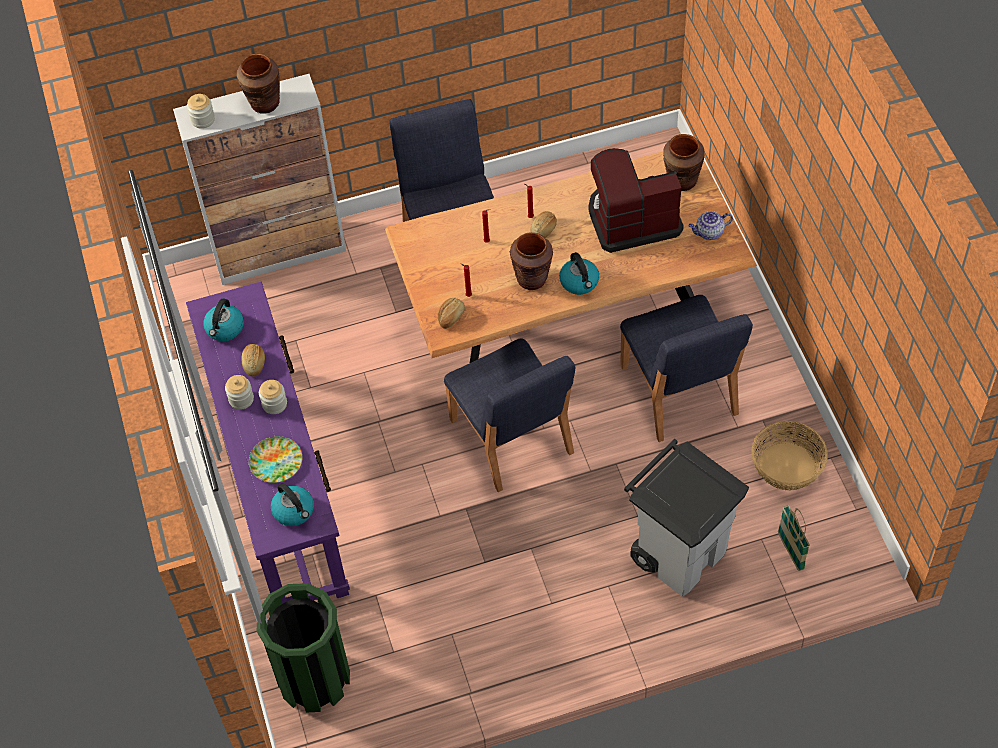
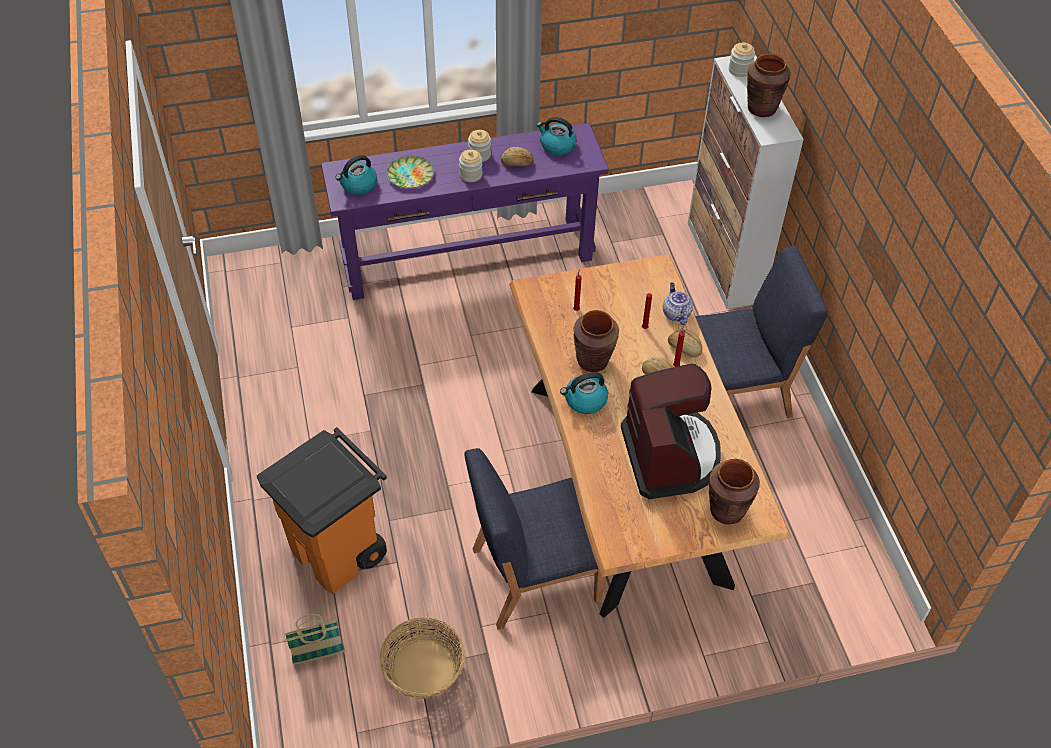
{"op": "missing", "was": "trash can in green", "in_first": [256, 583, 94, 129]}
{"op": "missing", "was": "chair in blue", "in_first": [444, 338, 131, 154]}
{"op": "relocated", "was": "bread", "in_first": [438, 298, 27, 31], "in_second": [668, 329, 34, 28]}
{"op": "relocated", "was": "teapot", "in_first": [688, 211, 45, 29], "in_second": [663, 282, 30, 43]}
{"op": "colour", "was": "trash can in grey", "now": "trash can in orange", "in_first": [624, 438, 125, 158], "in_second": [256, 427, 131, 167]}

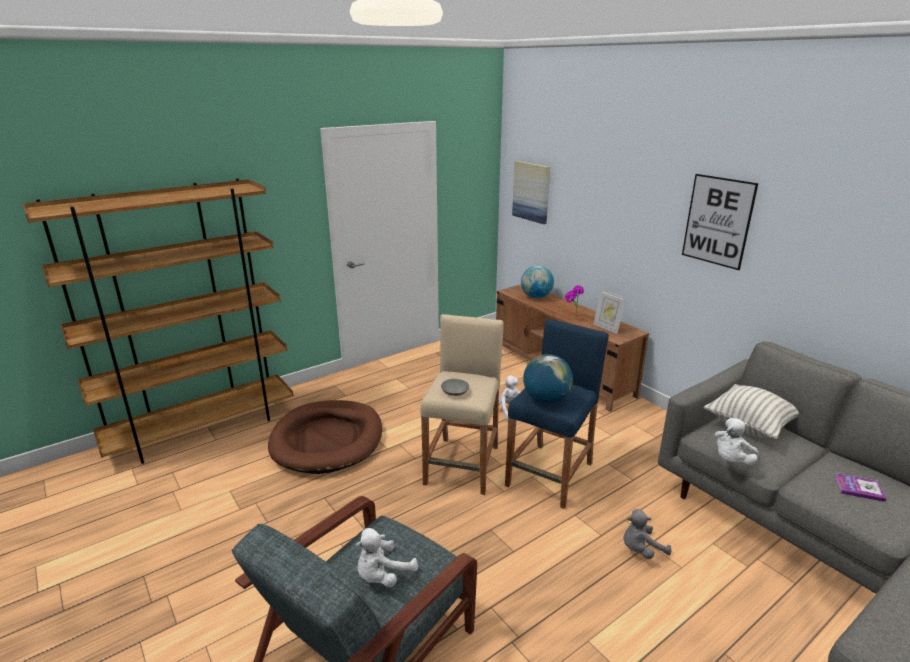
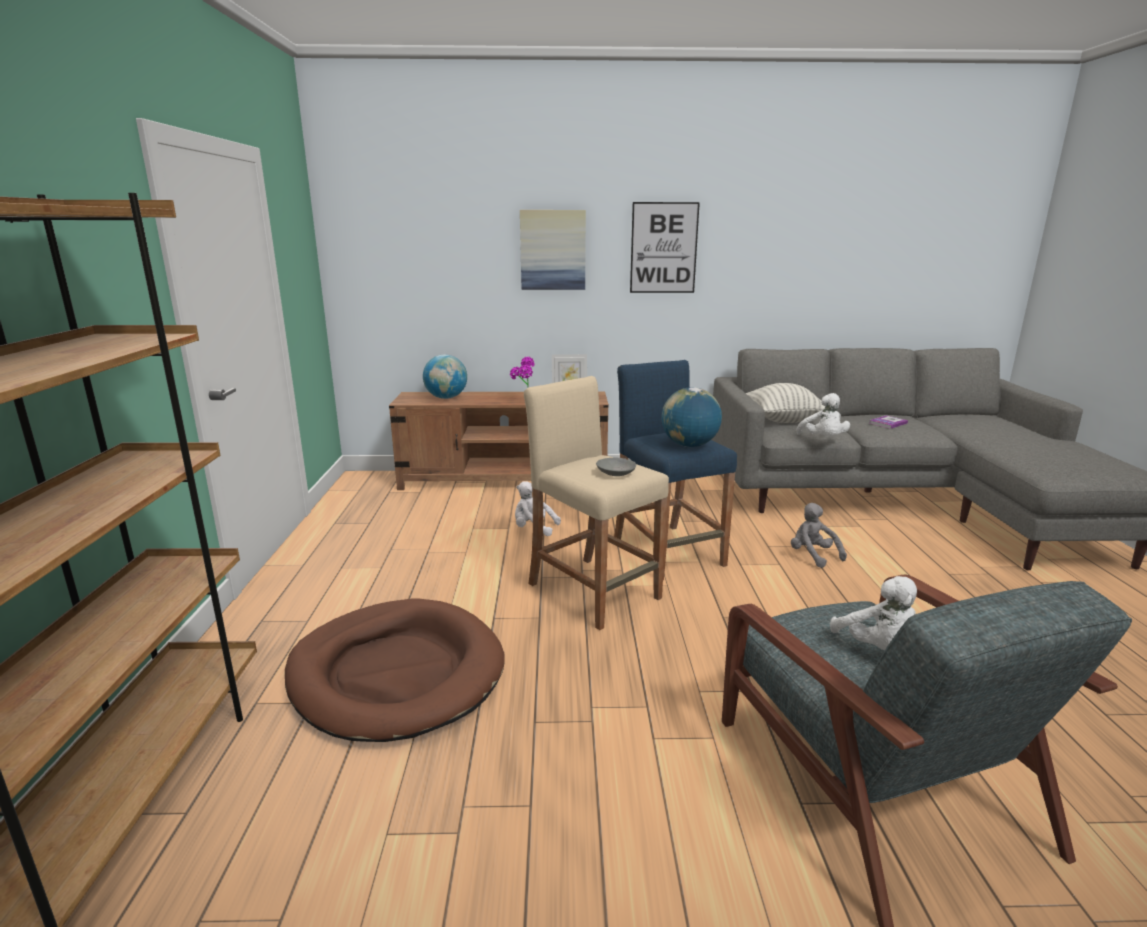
{"op": "relocated", "was": "picture", "in_first": [512, 161, 38, 63], "in_second": [520, 210, 66, 80]}
{"op": "spun", "was": "plush toy in grey", "in_first": [624, 509, 48, 50], "in_second": [791, 503, 56, 65], "clockwise": 135}

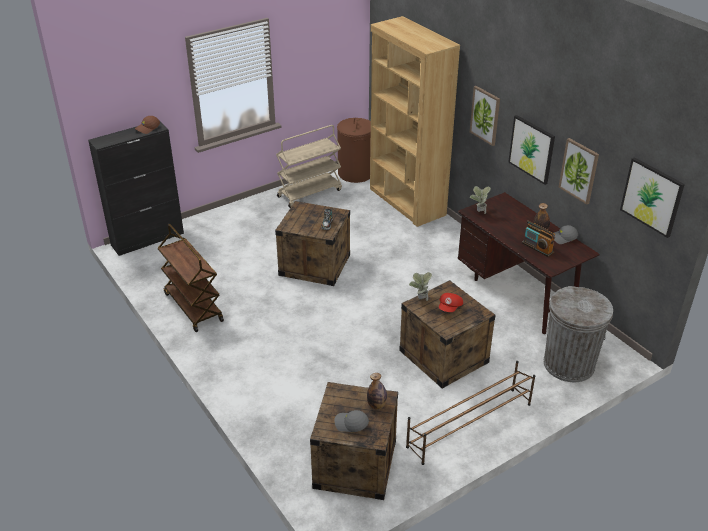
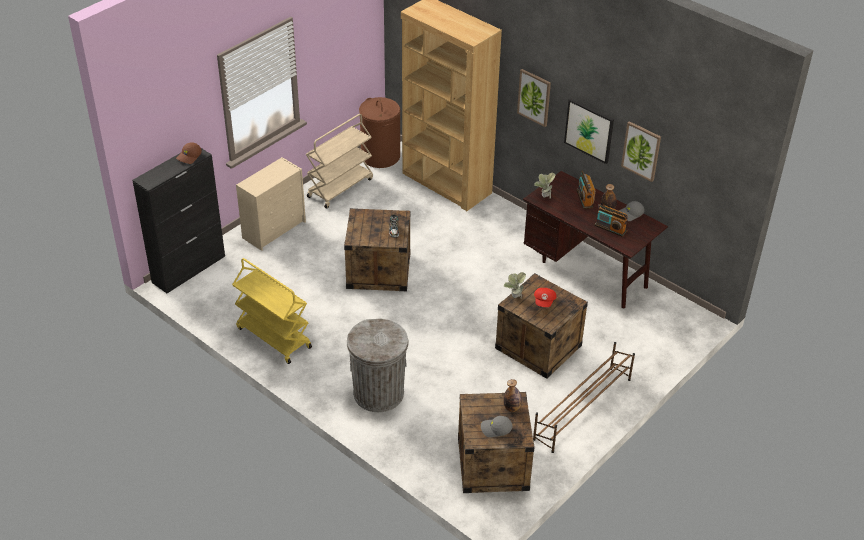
{"op": "missing", "was": "picture", "in_first": [620, 157, 65, 81]}
{"op": "appeared", "now": "dresser in beige", "in_second": [236, 157, 70, 94]}
{"op": "appeared", "now": "radio", "in_second": [576, 171, 20, 38]}
{"op": "relocated", "was": "trash can in grey", "in_first": [544, 286, 69, 96], "in_second": [347, 318, 61, 94]}
{"op": "colour", "was": "cart in brown", "now": "cart in yellow", "in_first": [158, 224, 66, 108], "in_second": [232, 258, 80, 106]}

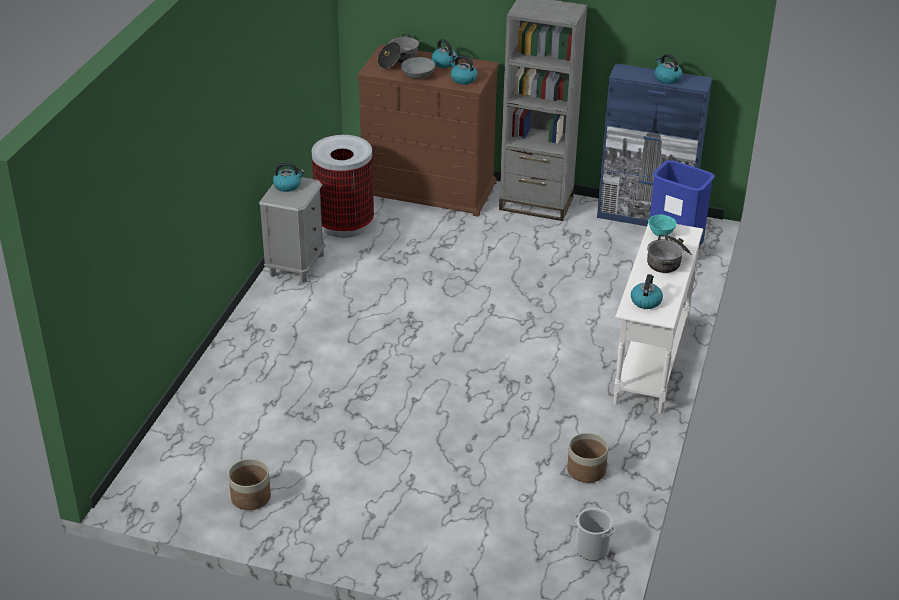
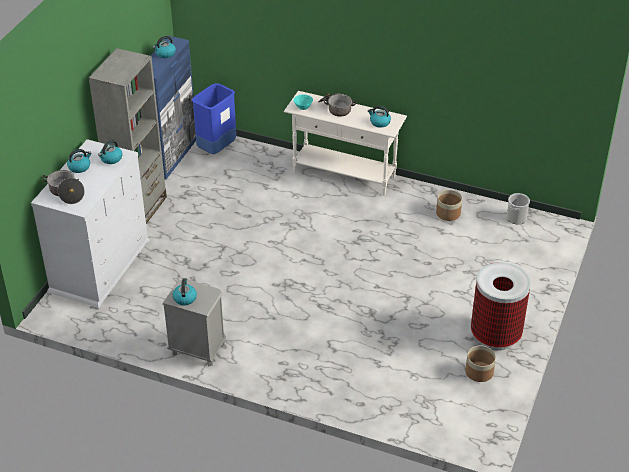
{"op": "missing", "was": "bowl in grey", "in_first": [401, 57, 34, 22]}
{"op": "relocated", "was": "trash can", "in_first": [312, 135, 62, 103], "in_second": [471, 262, 60, 89]}
{"op": "colour", "was": "dresser in brown", "now": "dresser in white", "in_first": [357, 45, 142, 172], "in_second": [31, 139, 119, 170]}

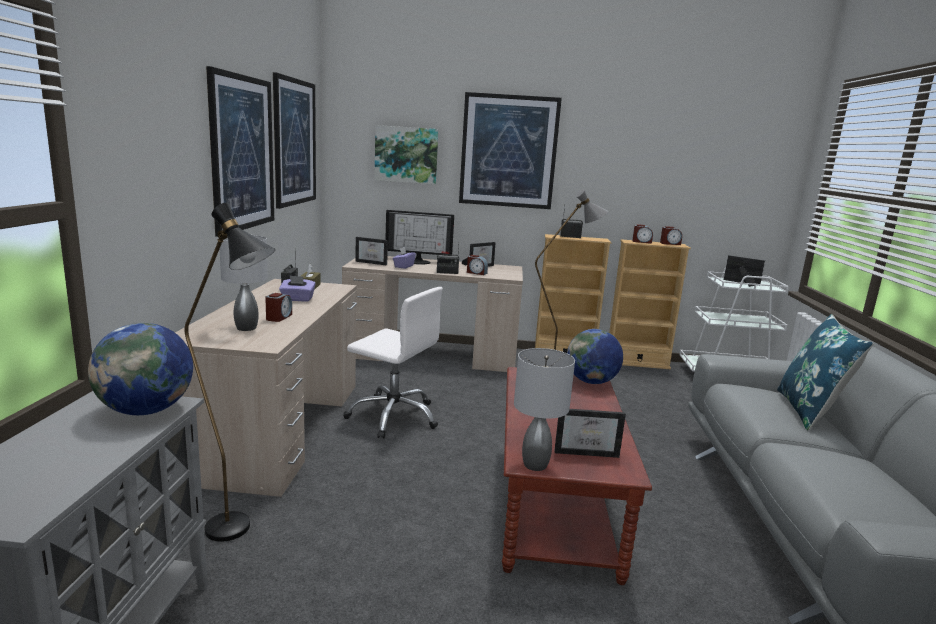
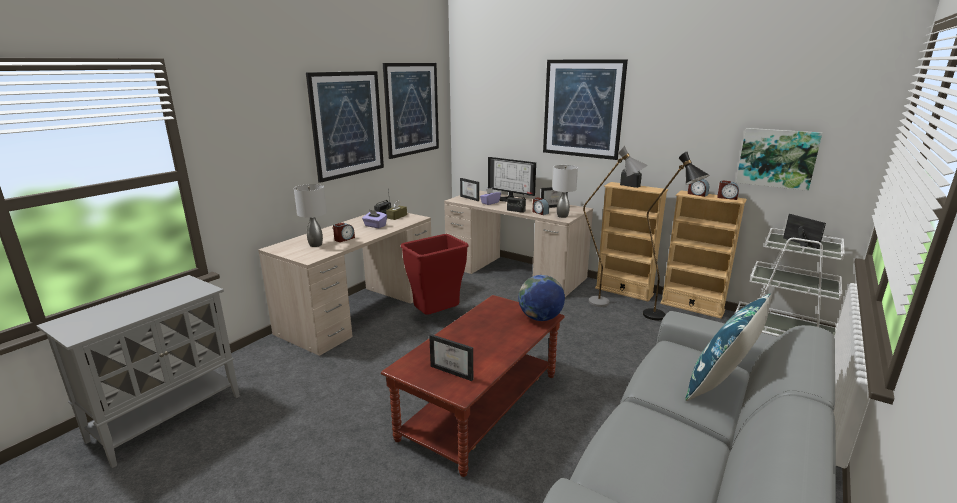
{"op": "missing", "was": "globe", "in_first": [88, 323, 105, 92]}
{"op": "relocated", "was": "floor lamp in black", "in_first": [185, 203, 90, 339], "in_second": [643, 152, 67, 168]}
{"op": "relocated", "was": "picture", "in_first": [374, 125, 65, 59], "in_second": [736, 128, 86, 63]}
{"op": "relocated", "was": "table lamp in grey", "in_first": [514, 348, 61, 123], "in_second": [552, 165, 26, 53]}
{"op": "exchanged", "was": "office chair in white", "now": "trash can in red", "in_first": [343, 287, 100, 152], "in_second": [401, 234, 68, 81]}

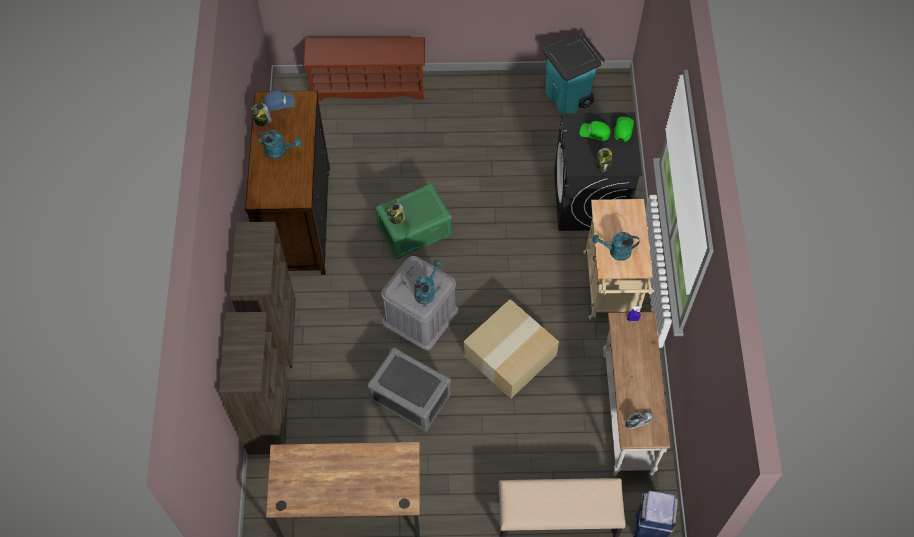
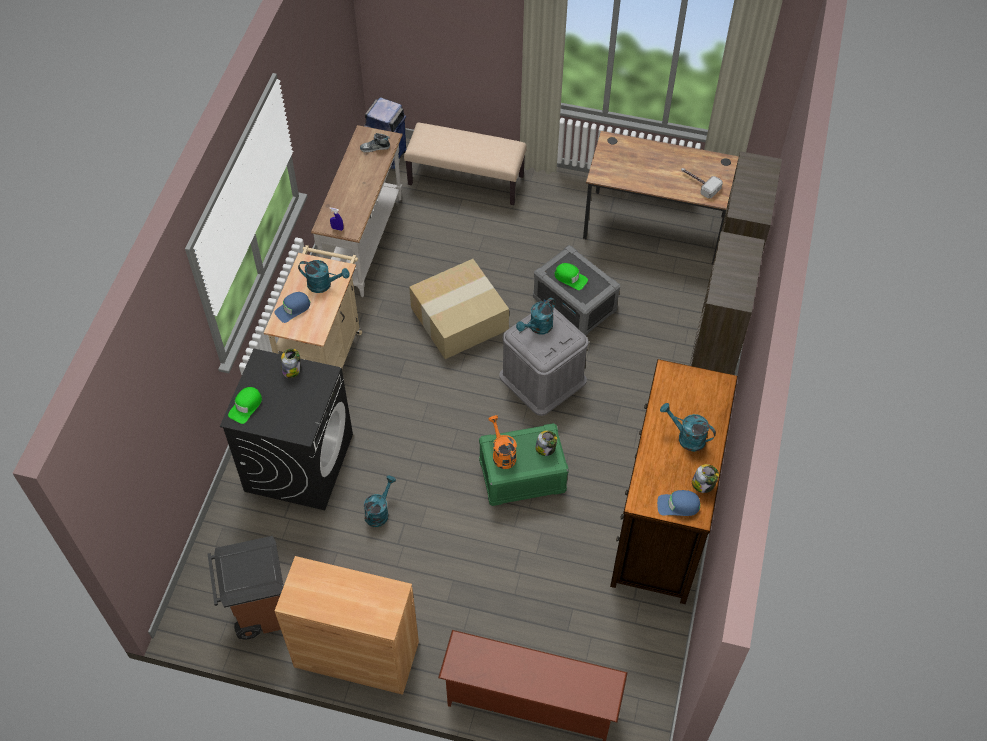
{"op": "appeared", "now": "cap in blue", "in_second": [275, 292, 36, 31]}
{"op": "appeared", "now": "cabinet in brown", "in_second": [275, 556, 144, 139]}
{"op": "appeared", "now": "watering can in turquoise", "in_second": [364, 475, 32, 52]}
{"op": "appeared", "now": "watering can in orange", "in_second": [488, 415, 29, 54]}
{"op": "appeared", "now": "hammer", "in_second": [681, 168, 42, 30]}
{"op": "relocated", "was": "cap in green", "in_first": [579, 121, 32, 20], "in_second": [554, 263, 34, 27]}
{"op": "colour", "was": "trash can in turquoise", "now": "trash can in brown", "in_first": [543, 33, 62, 81], "in_second": [208, 536, 76, 104]}

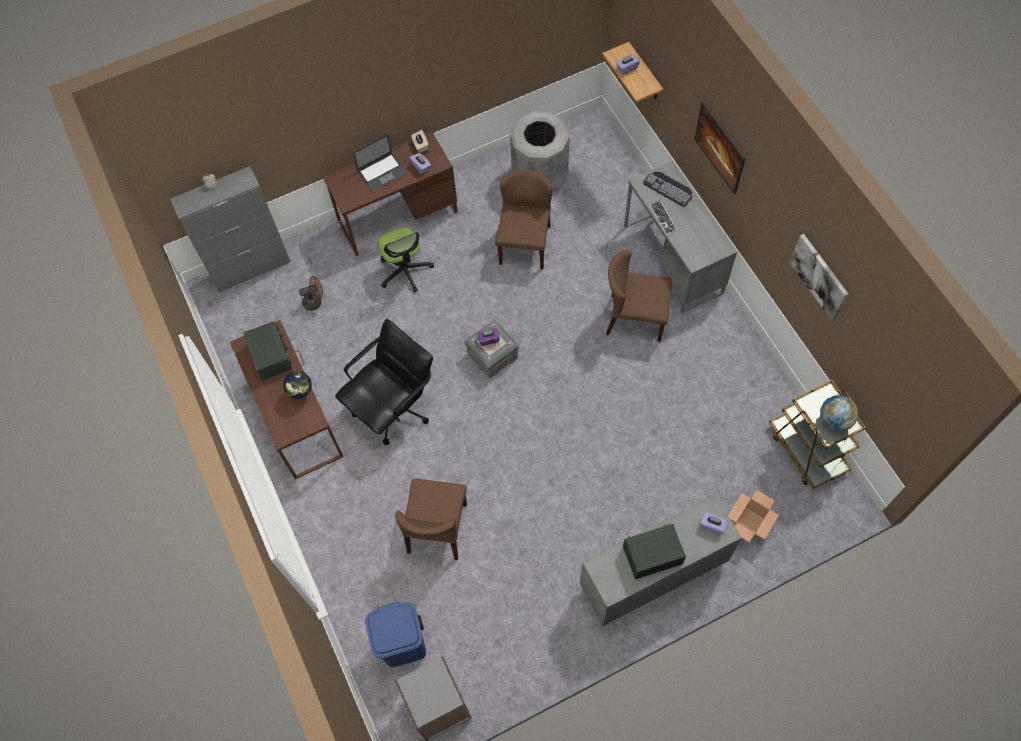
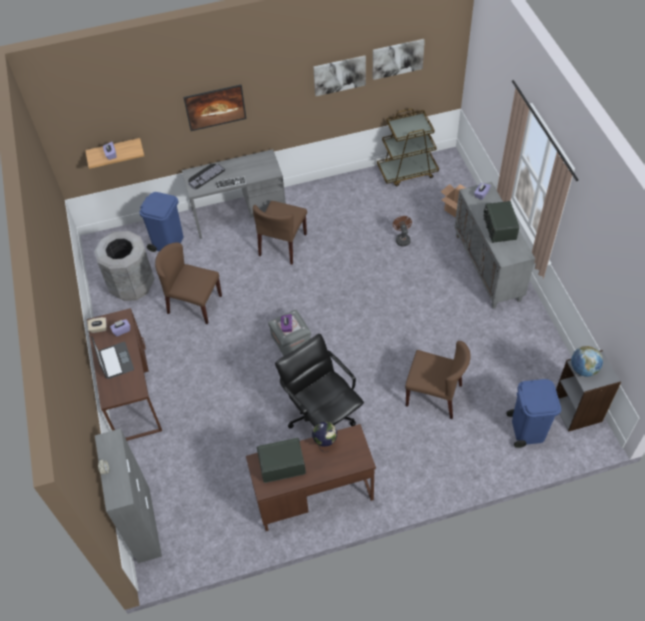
{"op": "missing", "was": "office chair", "in_first": [378, 227, 56, 66]}
{"op": "appeared", "now": "trash can in blue", "in_second": [140, 192, 43, 60]}
{"op": "appeared", "now": "picture", "in_second": [373, 39, 52, 41]}
{"op": "relocated", "was": "fan in brown", "in_first": [299, 276, 24, 35], "in_second": [393, 216, 19, 30]}
{"op": "relocated", "was": "globe", "in_first": [820, 395, 38, 37], "in_second": [571, 346, 32, 31]}

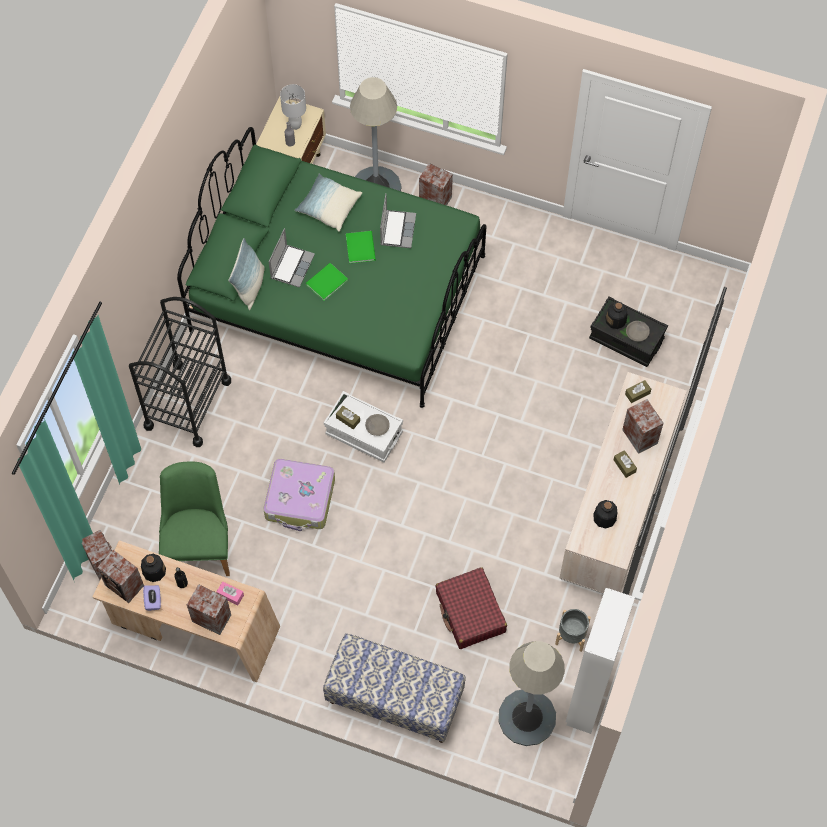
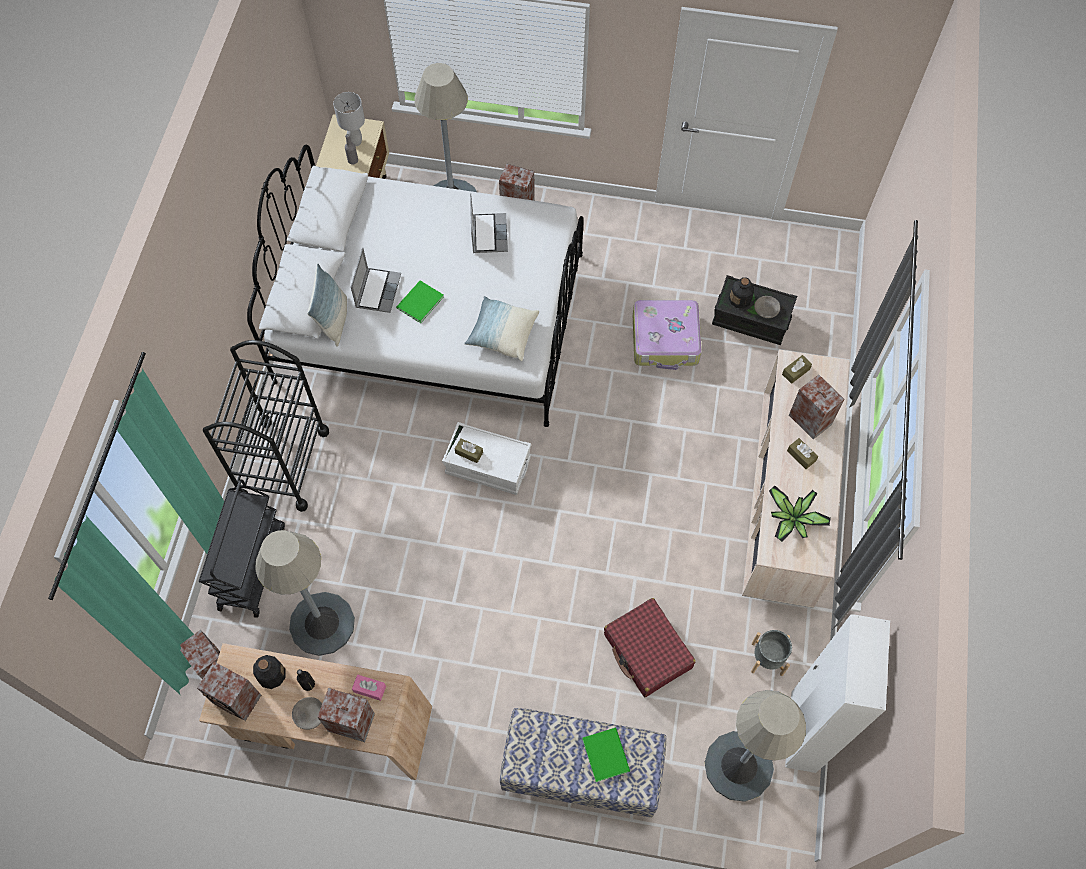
{"op": "missing", "was": "tissue box in purple", "in_first": [143, 585, 18, 26]}
{"op": "appeared", "now": "cart in black", "in_second": [199, 479, 86, 139]}
{"op": "relocated", "was": "suitcase", "in_first": [263, 459, 72, 72], "in_second": [633, 300, 69, 70]}
{"op": "relocated", "was": "pillow", "in_first": [295, 174, 67, 58], "in_second": [464, 296, 75, 65]}
{"op": "relocated", "was": "book in green", "in_first": [346, 231, 30, 32], "in_second": [582, 728, 48, 54]}
{"op": "relocated", "was": "bowl in grey", "in_first": [365, 414, 25, 22], "in_second": [292, 697, 30, 33]}
{"op": "exchanged", "was": "chair in green", "now": "floor lamp in grey", "in_first": [159, 461, 71, 115], "in_second": [255, 530, 100, 126]}
{"op": "exchanged", "was": "bottle", "now": "potted plant", "in_first": [593, 500, 24, 28], "in_second": [769, 485, 62, 57]}
{"op": "colour", "was": "bed in green", "now": "bed in white", "in_first": [177, 127, 309, 281], "in_second": [247, 145, 337, 282]}

